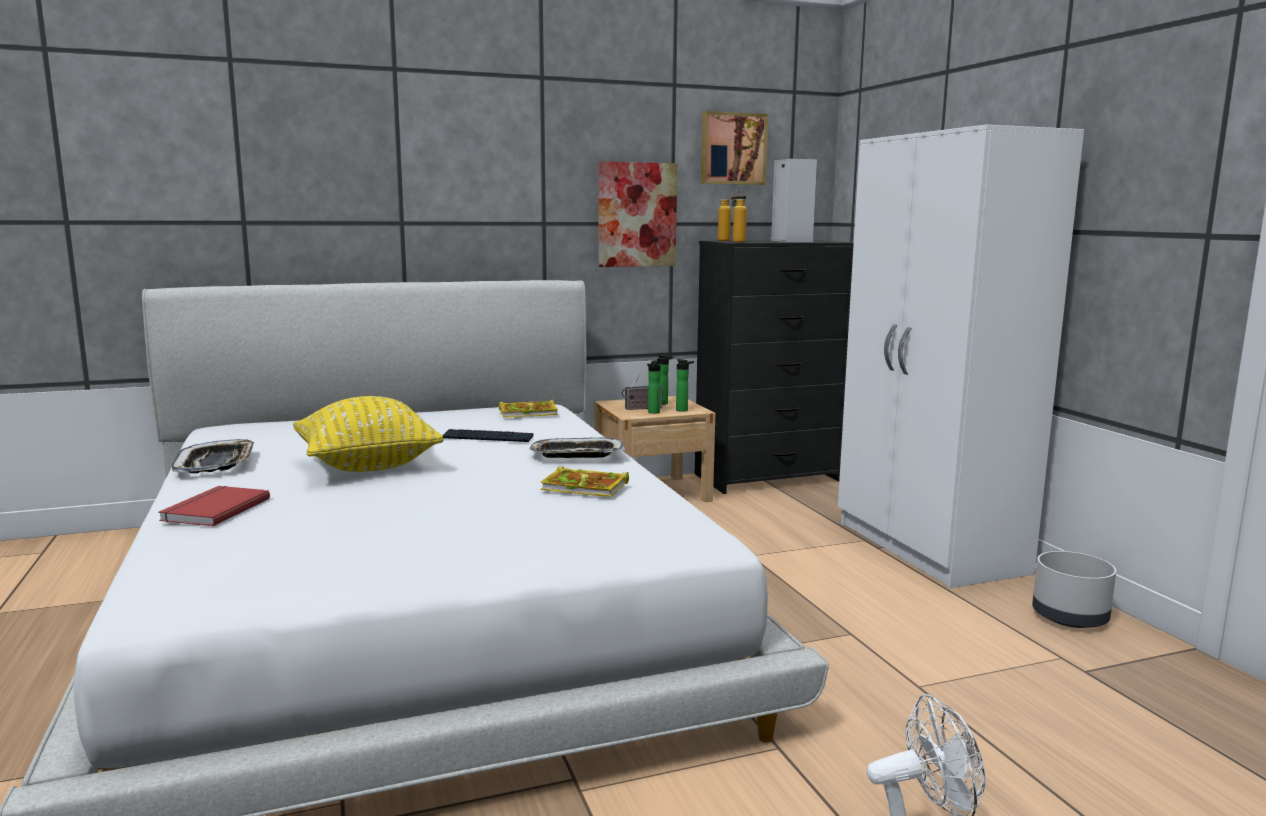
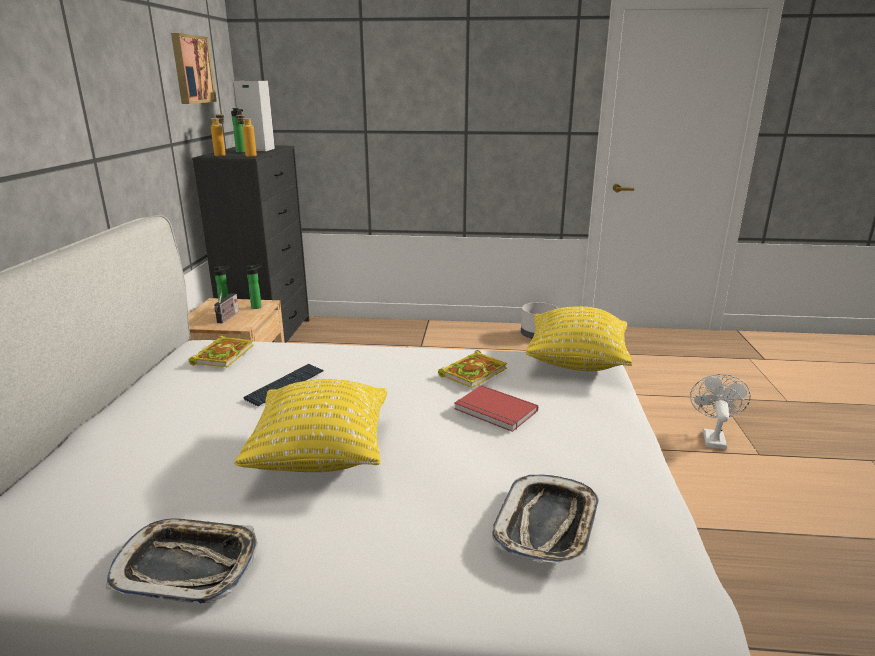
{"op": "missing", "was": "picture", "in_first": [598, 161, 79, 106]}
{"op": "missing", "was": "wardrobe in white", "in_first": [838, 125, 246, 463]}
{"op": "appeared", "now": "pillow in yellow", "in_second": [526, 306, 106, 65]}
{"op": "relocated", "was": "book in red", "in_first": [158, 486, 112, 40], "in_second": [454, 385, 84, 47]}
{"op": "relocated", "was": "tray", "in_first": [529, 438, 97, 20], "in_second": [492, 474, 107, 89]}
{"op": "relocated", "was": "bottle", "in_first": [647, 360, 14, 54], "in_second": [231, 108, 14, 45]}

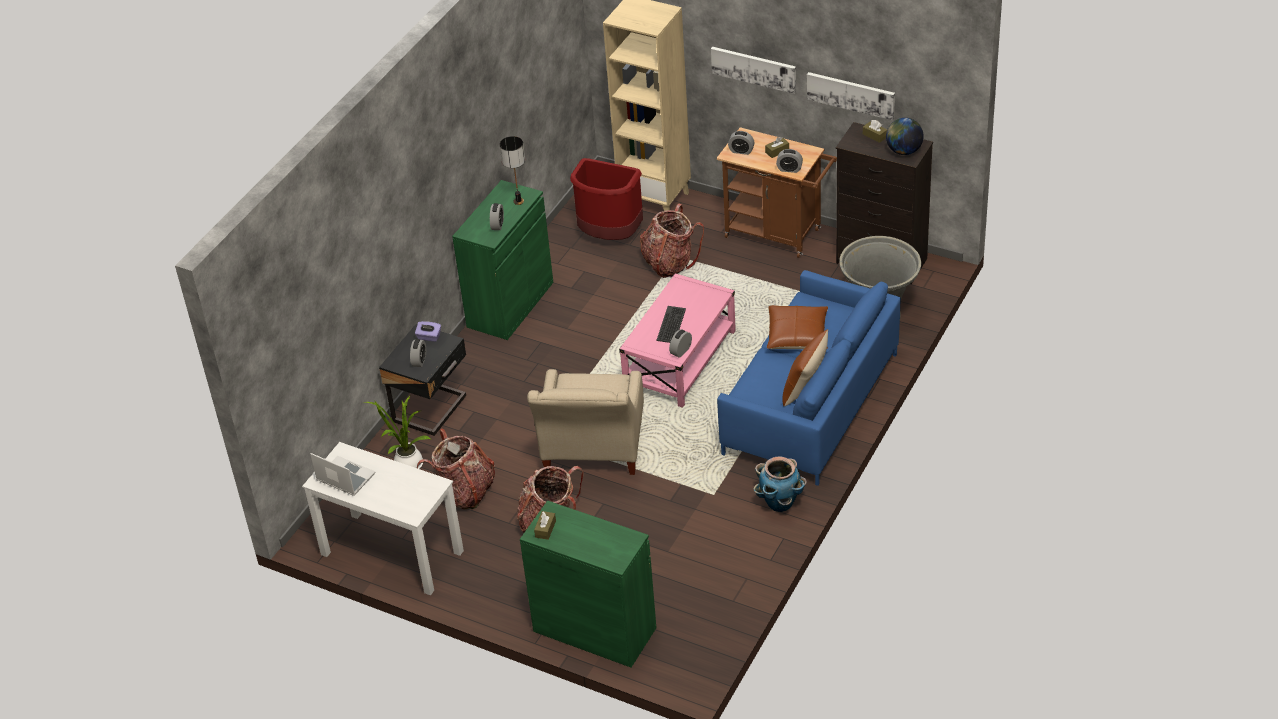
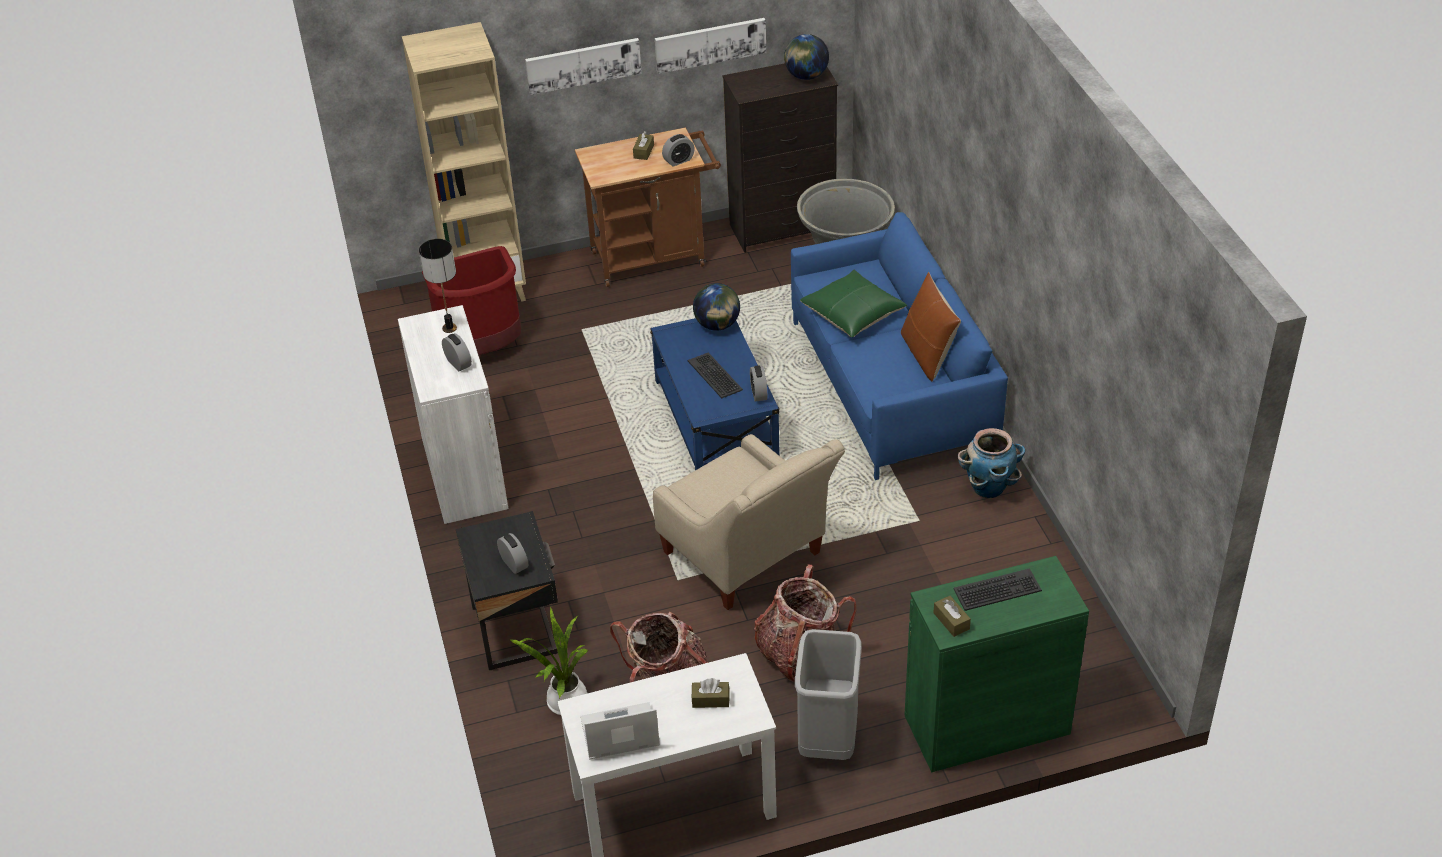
{"op": "missing", "was": "tissue box in purple", "in_first": [415, 321, 26, 21]}
{"op": "missing", "was": "backpack", "in_first": [639, 204, 65, 74]}
{"op": "missing", "was": "alarm clock", "in_first": [728, 131, 27, 24]}
{"op": "appeared", "now": "globe", "in_second": [693, 283, 47, 48]}
{"op": "appeared", "now": "trash can in grey", "in_second": [795, 629, 67, 131]}
{"op": "appeared", "now": "keyboard", "in_second": [953, 568, 89, 43]}
{"op": "relocated", "was": "tissue box in brown", "in_first": [863, 120, 24, 23], "in_second": [691, 678, 38, 30]}
{"op": "colour", "was": "cabinet in green", "now": "cabinet in white", "in_first": [452, 180, 101, 160], "in_second": [398, 305, 110, 219]}
{"op": "colour", "was": "coffee table in pink", "now": "coffee table in blue", "in_first": [619, 273, 117, 135], "in_second": [650, 318, 130, 152]}
{"op": "colour", "was": "pillow in brown", "now": "pillow in green", "in_first": [767, 305, 61, 44], "in_second": [800, 270, 107, 67]}

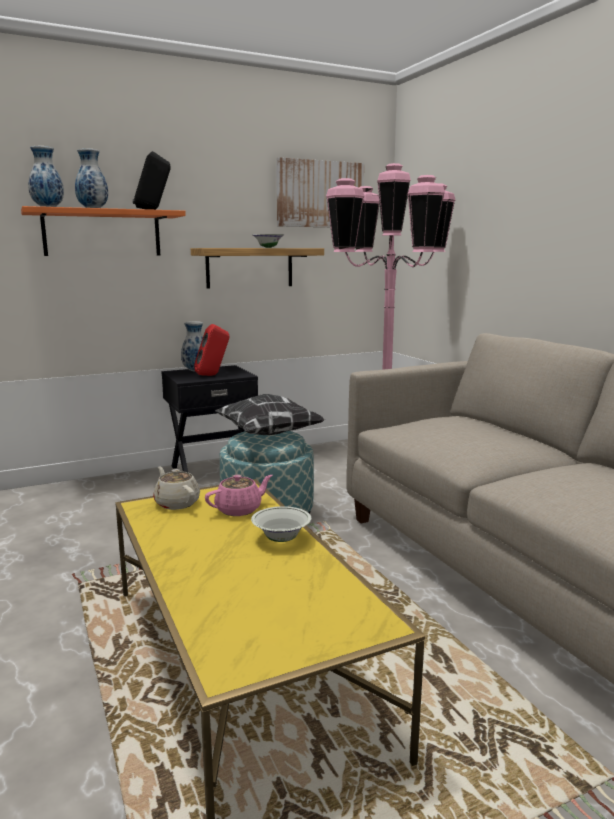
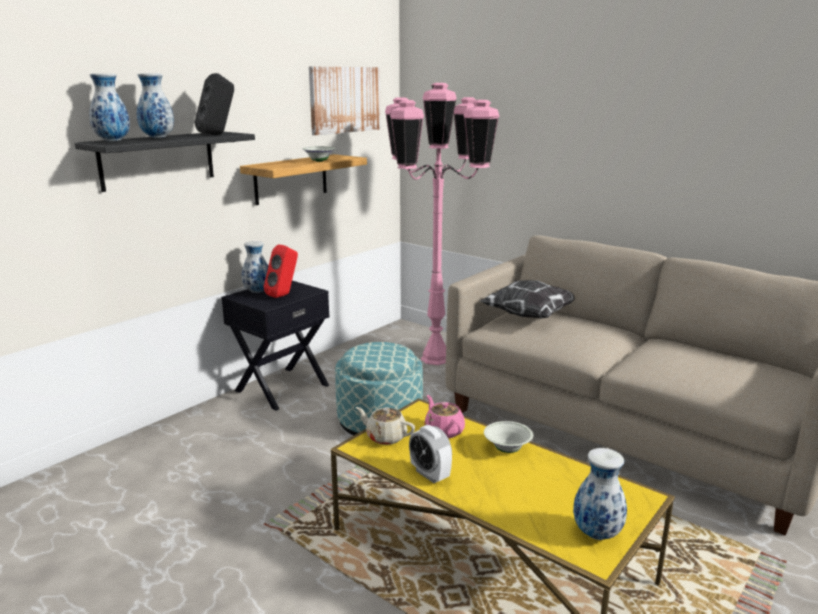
{"op": "appeared", "now": "alarm clock", "in_second": [409, 425, 43, 58]}
{"op": "appeared", "now": "vase", "in_second": [573, 448, 54, 92]}
{"op": "relocated", "was": "pillow", "in_first": [215, 394, 110, 41], "in_second": [480, 280, 95, 39]}
{"op": "colour", "was": "shelf in orange", "now": "shelf in black", "in_first": [21, 206, 165, 50], "in_second": [75, 132, 180, 60]}
{"op": "spun", "was": "teapot in pink", "in_first": [205, 474, 67, 42], "in_second": [424, 395, 41, 43], "clockwise": -60}

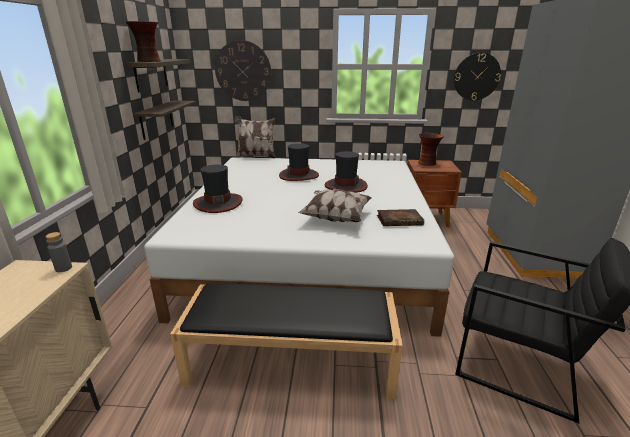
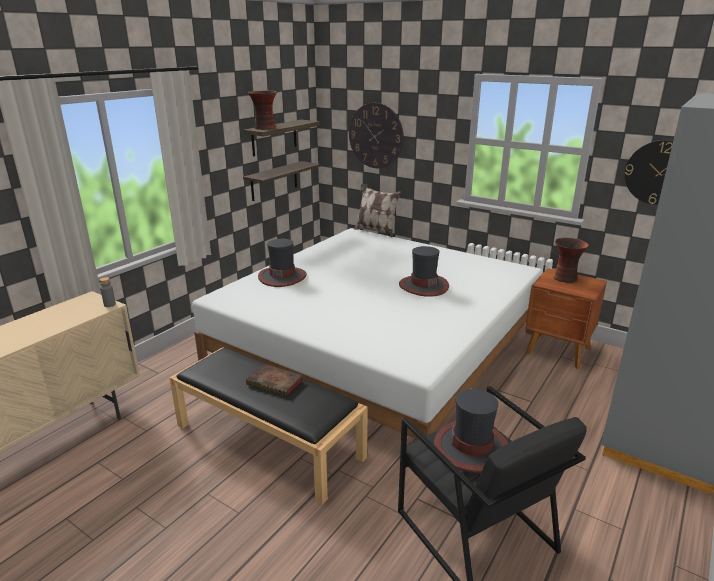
{"op": "missing", "was": "pillow", "in_first": [298, 189, 74, 33]}
{"op": "relocated", "was": "hat", "in_first": [279, 143, 40, 38], "in_second": [434, 389, 74, 84]}
{"op": "relocated", "was": "book", "in_first": [377, 209, 47, 17], "in_second": [246, 364, 57, 33]}

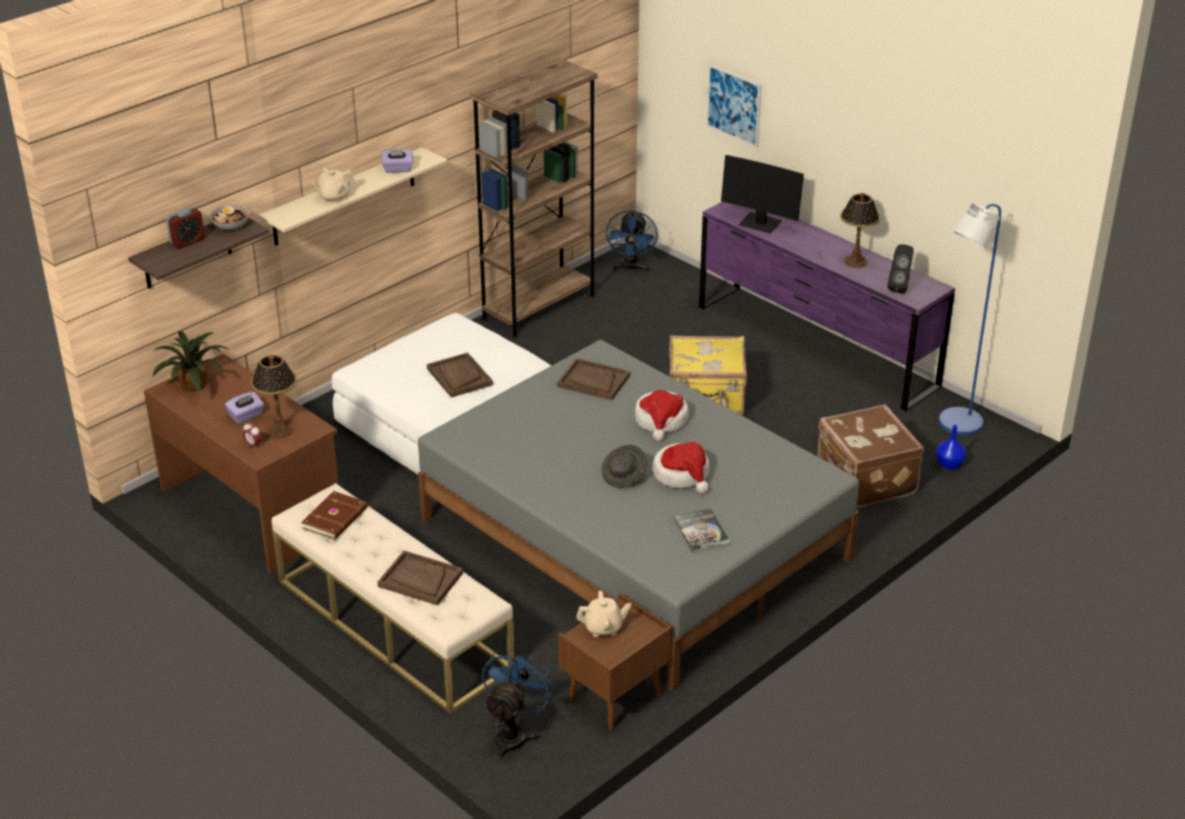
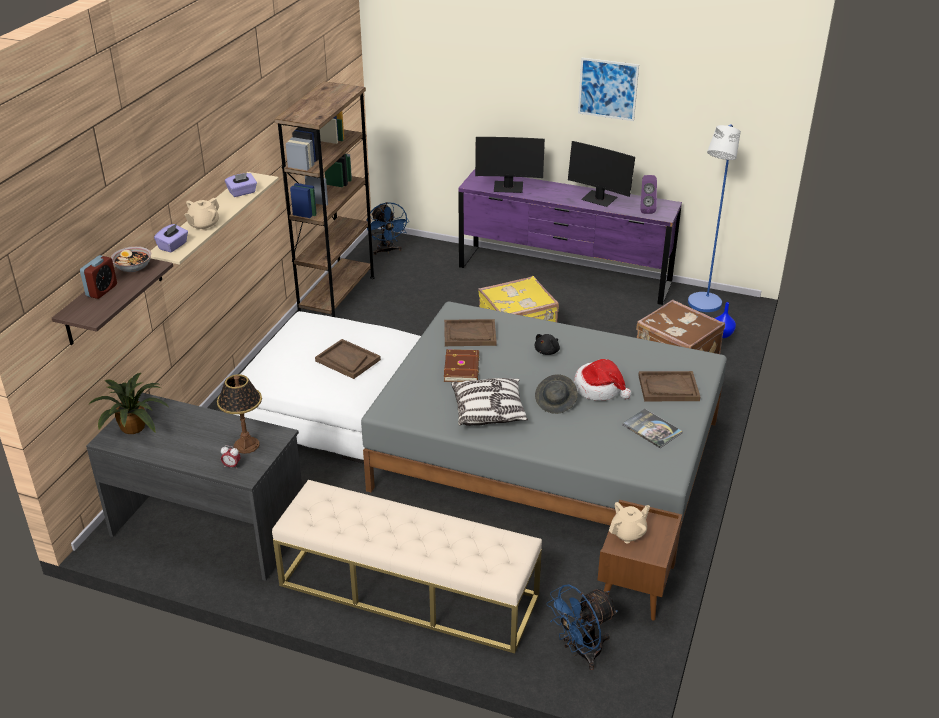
{"op": "appeared", "now": "pillow", "in_second": [451, 378, 77, 48]}
{"op": "relocated", "was": "tissue box in purple", "in_first": [225, 392, 39, 32], "in_second": [154, 224, 34, 28]}
{"op": "relocated", "was": "book in brown", "in_first": [301, 491, 67, 49], "in_second": [444, 349, 35, 33]}
{"op": "relocated", "was": "tray in brown", "in_first": [377, 551, 86, 54], "in_second": [638, 371, 62, 30]}
{"op": "relocated", "was": "picture", "in_first": [706, 64, 56, 84], "in_second": [578, 58, 61, 63]}
{"op": "exchanged", "was": "hat", "now": "plush toy in black", "in_first": [635, 390, 54, 51], "in_second": [534, 334, 26, 21]}
{"op": "exchanged", "was": "table lamp", "now": "monitor", "in_first": [840, 193, 40, 75], "in_second": [568, 141, 67, 66]}
{"op": "colour", "was": "desk in brown", "now": "desk in grey", "in_first": [144, 354, 195, 220], "in_second": [86, 393, 216, 188]}
{"op": "colour", "was": "speaker in black", "now": "speaker in purple", "in_first": [887, 244, 27, 50], "in_second": [640, 175, 17, 39]}
{"op": "spun", "was": "fan in blue", "in_first": [482, 647, 73, 114], "in_second": [546, 584, 72, 86], "clockwise": -120}

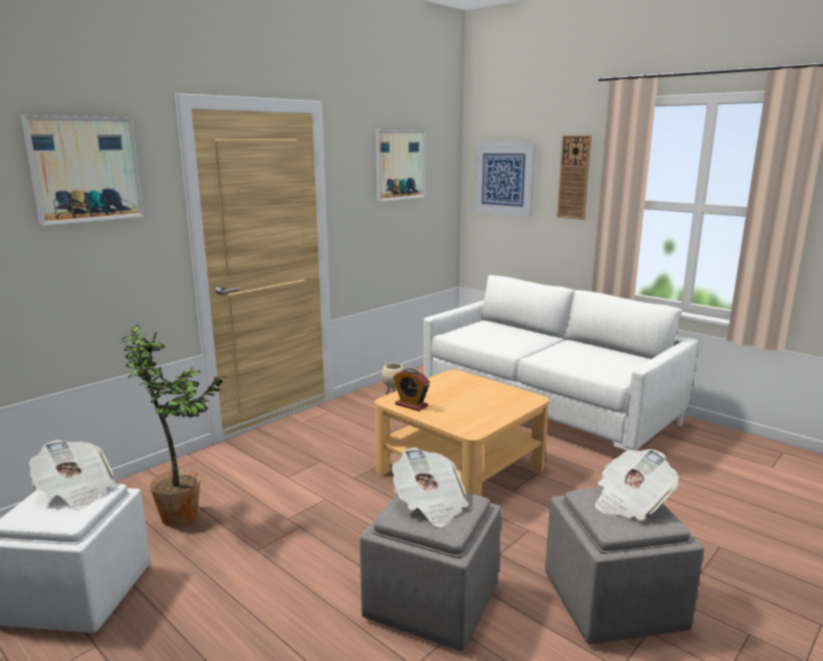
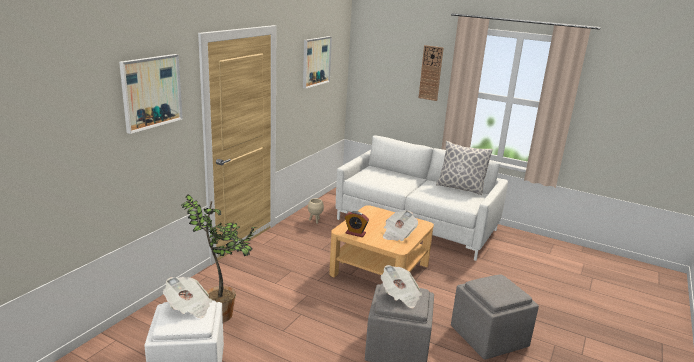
{"op": "missing", "was": "picture", "in_first": [474, 143, 62, 74]}
{"op": "appeared", "now": "pillow", "in_second": [436, 141, 57, 54]}
{"op": "relocated", "was": "newspaper", "in_first": [595, 449, 84, 71], "in_second": [383, 211, 35, 30]}

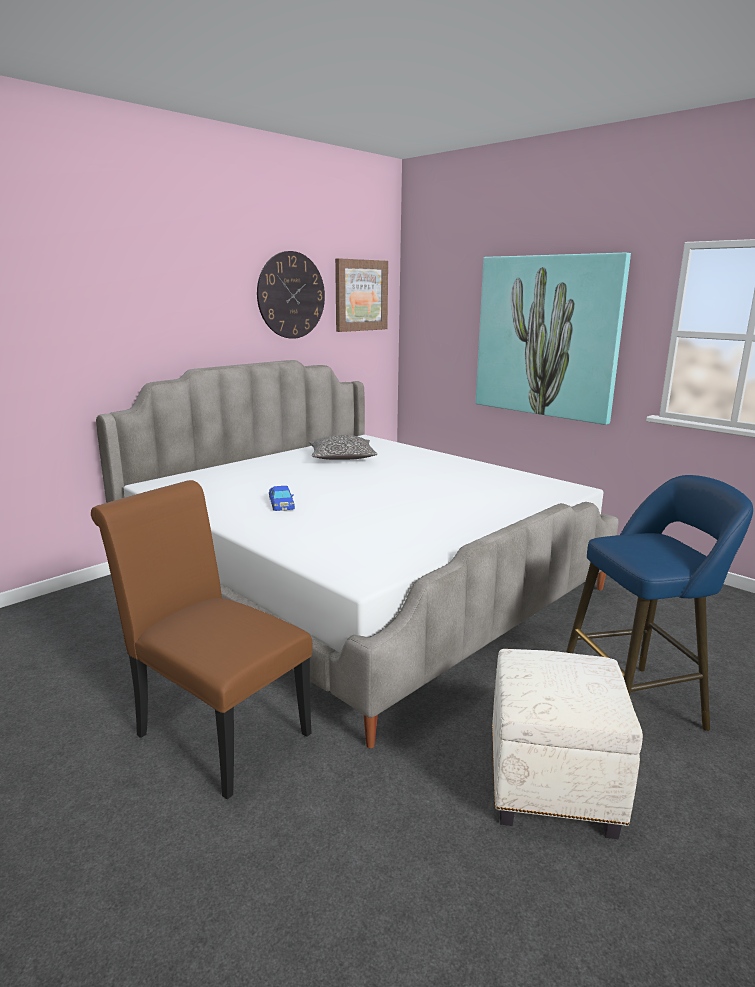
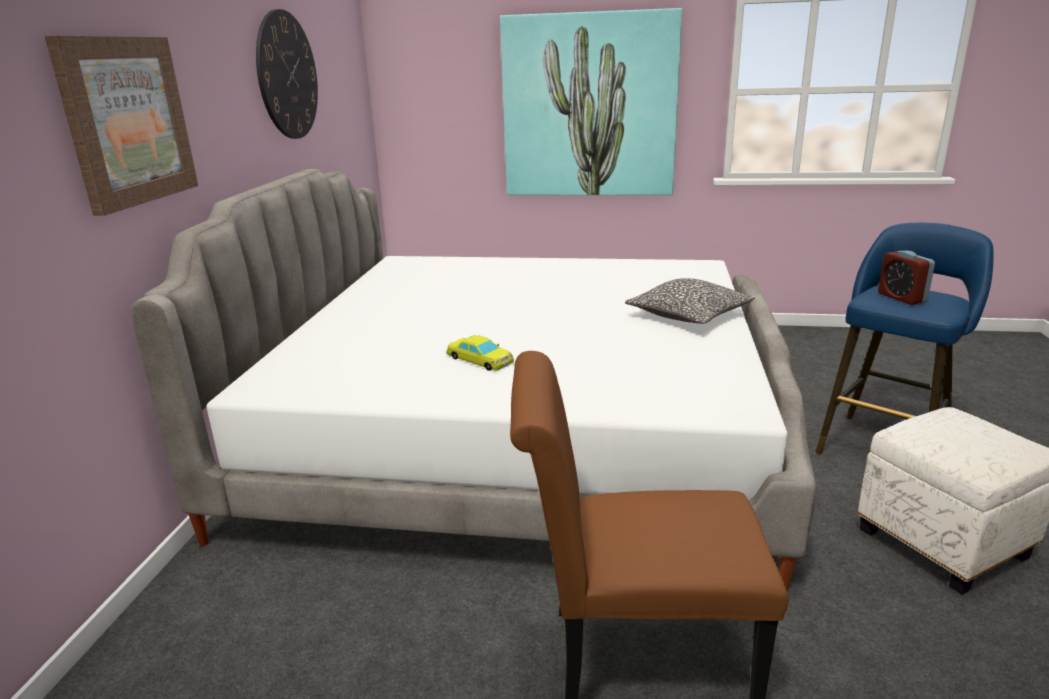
{"op": "appeared", "now": "alarm clock", "in_second": [878, 251, 57, 54]}
{"op": "relocated", "was": "pillow", "in_first": [309, 435, 68, 25], "in_second": [625, 278, 131, 46]}
{"op": "relocated", "was": "picture", "in_first": [335, 258, 53, 74], "in_second": [45, 35, 153, 181]}
{"op": "colour", "was": "toy car in blue", "now": "toy car in yellow", "in_first": [269, 486, 26, 25], "in_second": [446, 335, 68, 36]}

